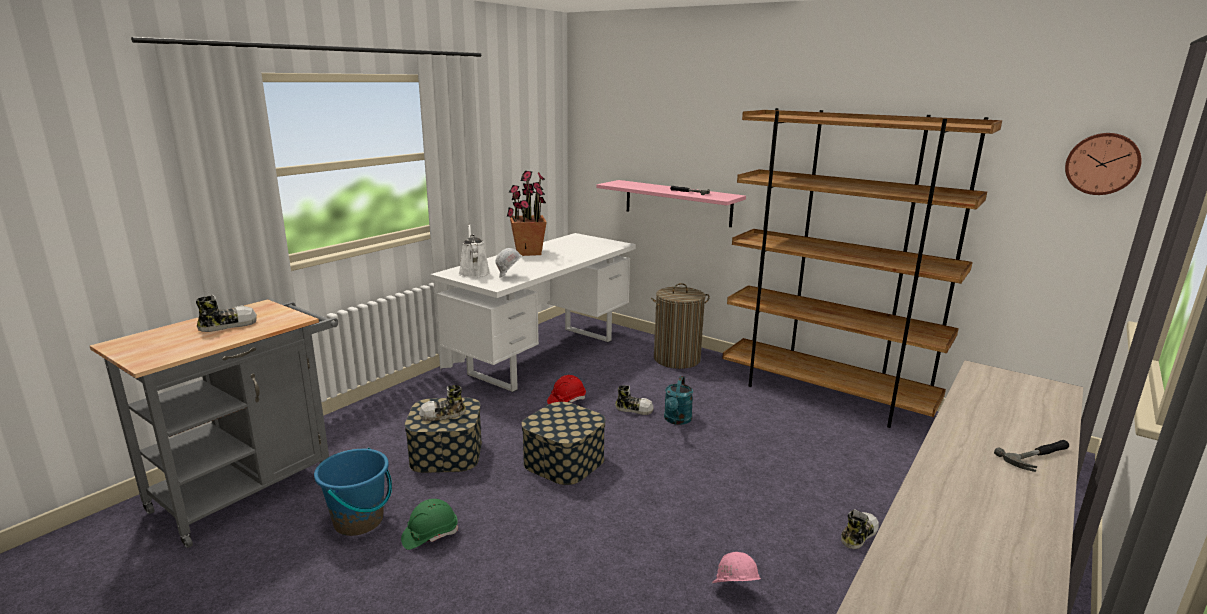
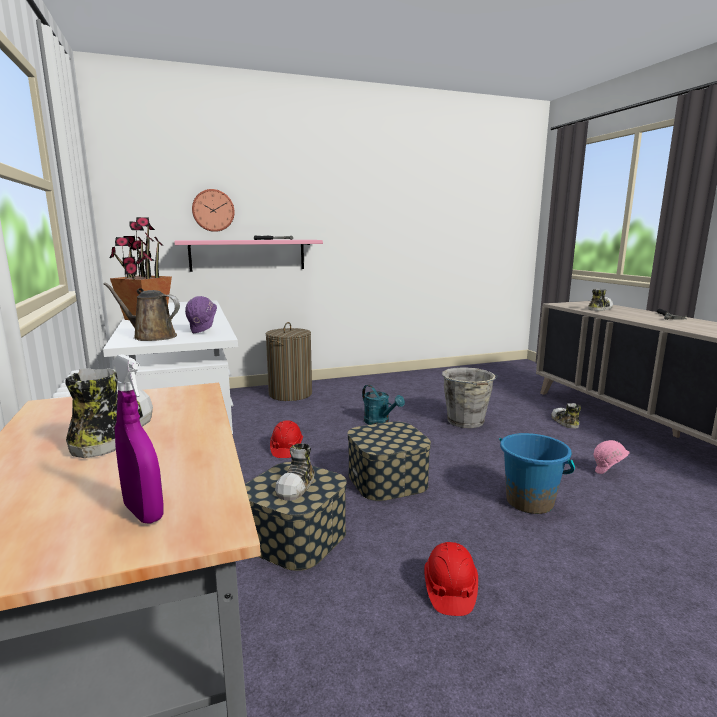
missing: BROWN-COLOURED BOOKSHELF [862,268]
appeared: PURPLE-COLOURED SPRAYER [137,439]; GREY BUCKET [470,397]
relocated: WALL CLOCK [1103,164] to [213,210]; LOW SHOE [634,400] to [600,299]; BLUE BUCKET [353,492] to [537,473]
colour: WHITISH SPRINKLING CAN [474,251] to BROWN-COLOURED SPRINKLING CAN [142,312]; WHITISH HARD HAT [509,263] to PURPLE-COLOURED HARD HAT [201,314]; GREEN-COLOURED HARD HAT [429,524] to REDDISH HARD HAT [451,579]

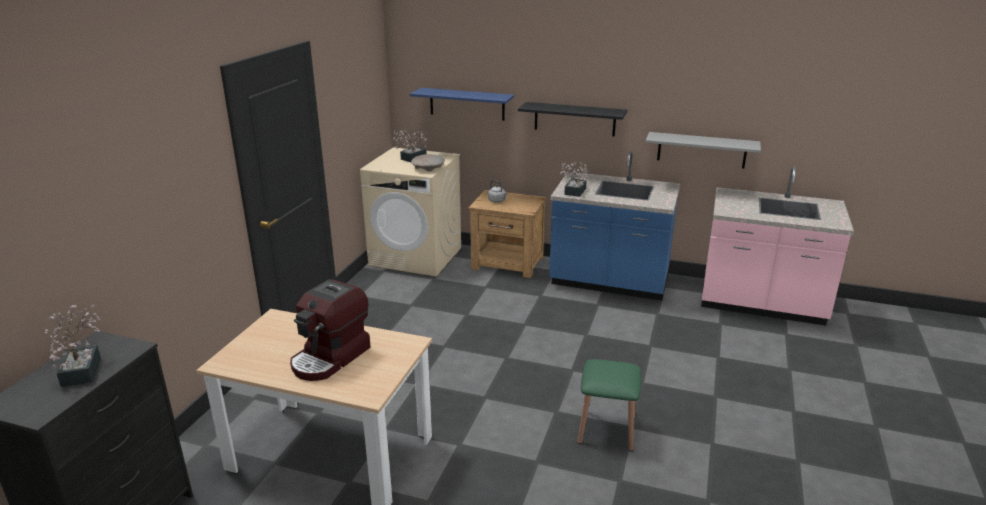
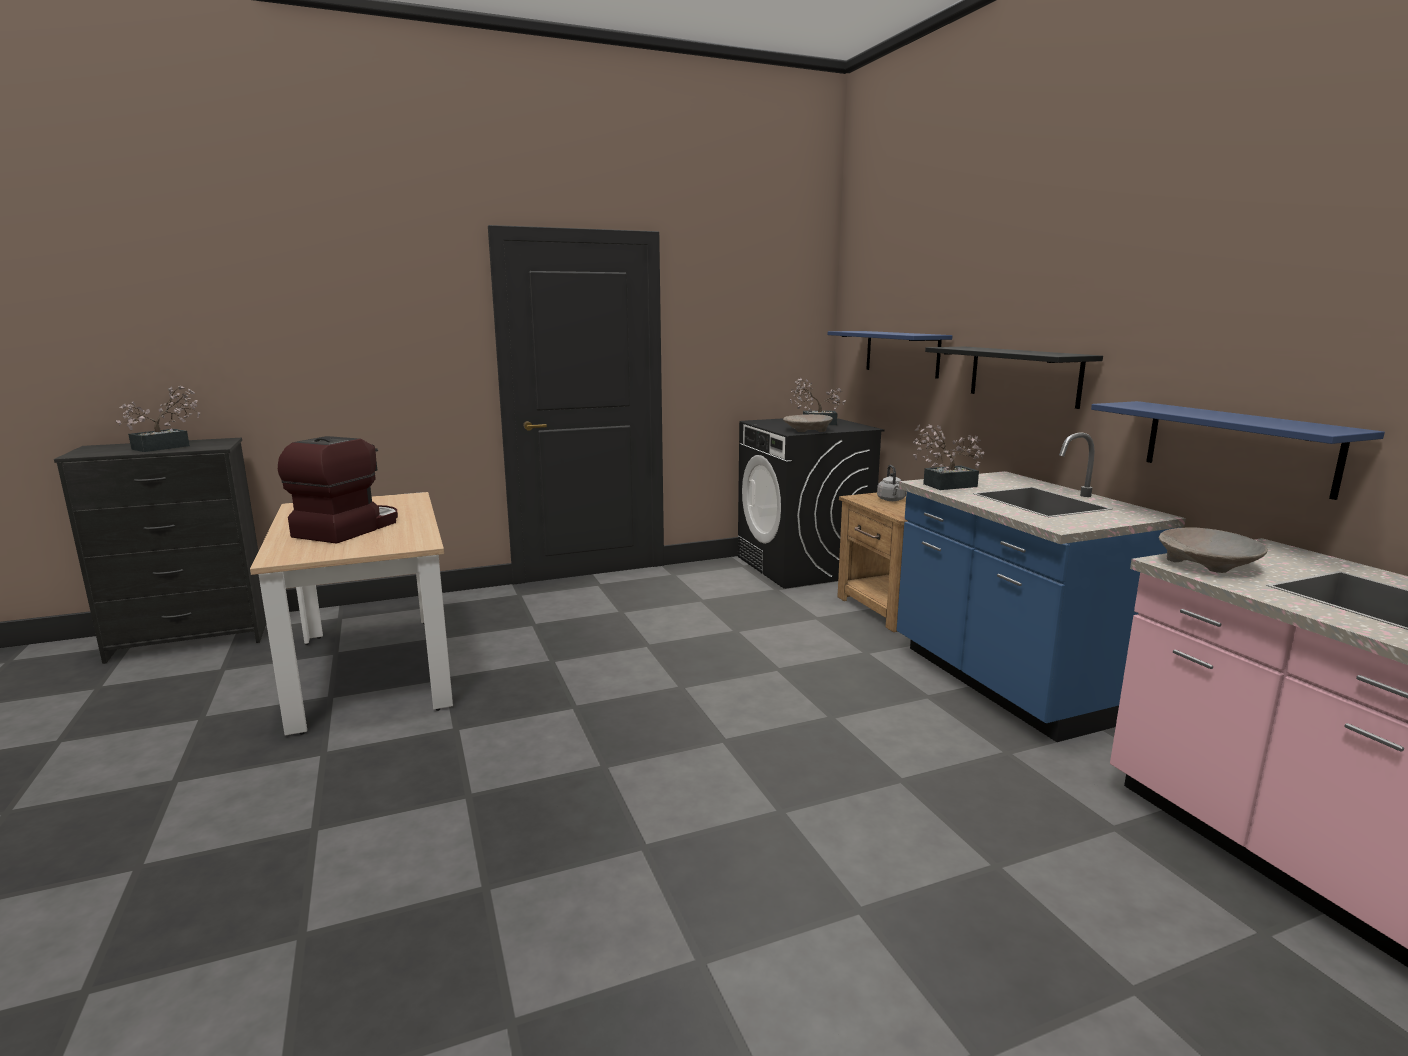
missing: GREEN-COLOURED SITTING STOOL [609,405]
appeared: BEIGE-COLOURED DEEP DISH [1213,550]
colour: GREY WALL SHELF [703,150] to BLUE WALL SHELF [1238,450]; BEIGE-COLOURED LAUNDRY APPLIANCE [410,211] to BLACK LAUNDRY APPLIANCE [811,503]
spun: COFFEE BREWER [330,330] = [338,490] 120 degrees clockwise

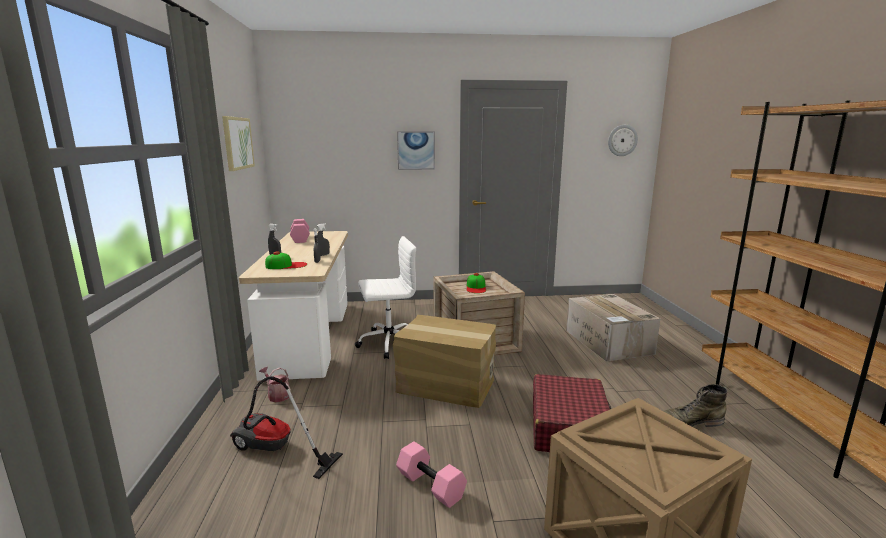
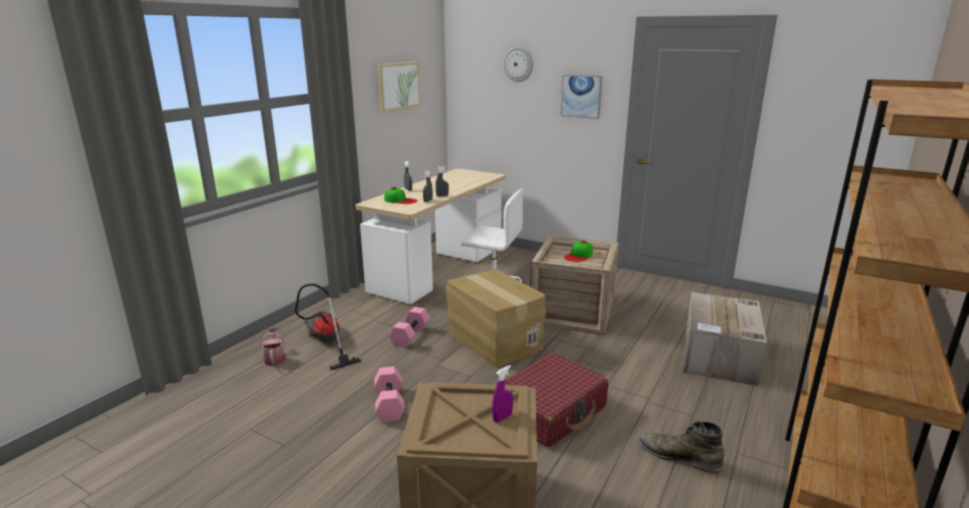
appeared: PURPLE-COLOURED SPRAYER [502,394]
relocated: WALL CLOCK [623,140] to [518,64]; PINKISH DUMBBELL [300,231] to [409,327]; SPRINKLING CAN [275,384] to [273,347]

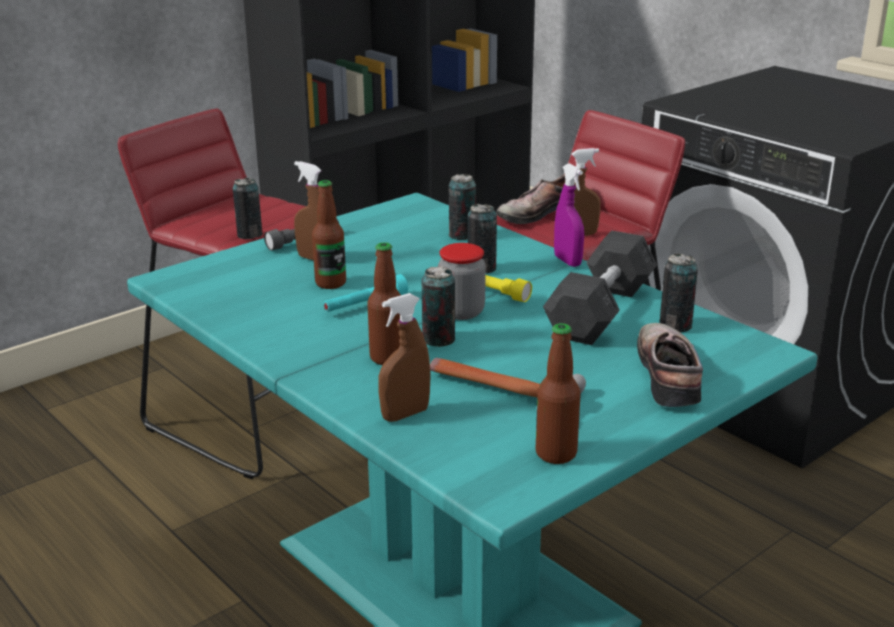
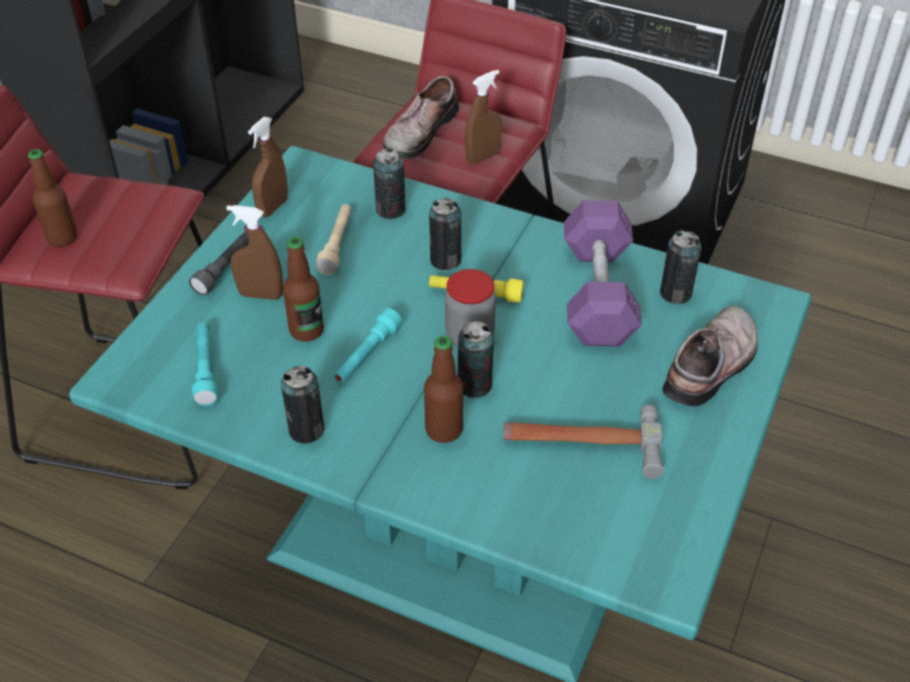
missing: PURPLE-COLOURED SPRAYER [569,215]
appeared: BEIGE-COLOURED TORCH [333,239]; TURQUOISE-COLOURED TORCH [205,364]
relocated: CAN [247,208] to [302,405]; BROWN-COLOURED SPRAYER [404,357] to [268,167]; BEVERAGE BOTTLE [558,393] to [52,198]
colour: GREY DUMBBELL [600,288] to PURPLE-COLOURED DUMBBELL [603,273]
spun: LOW SHOE [670,365] = [710,356] 60 degrees clockwise

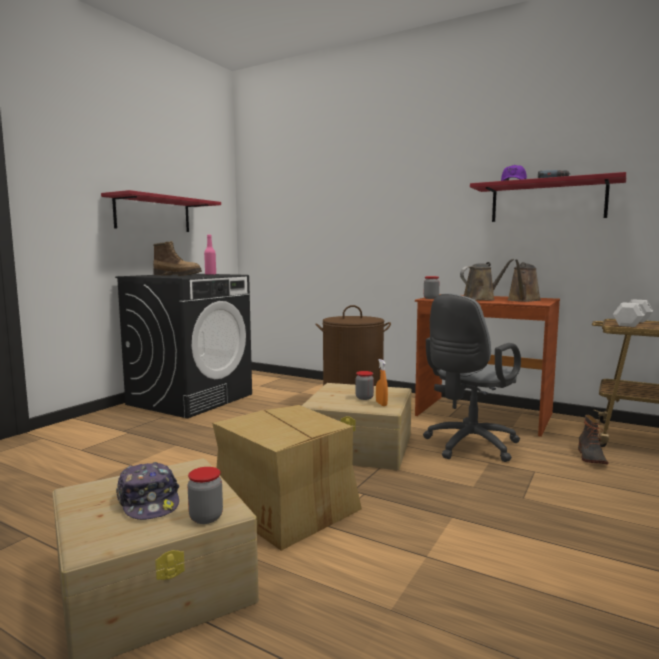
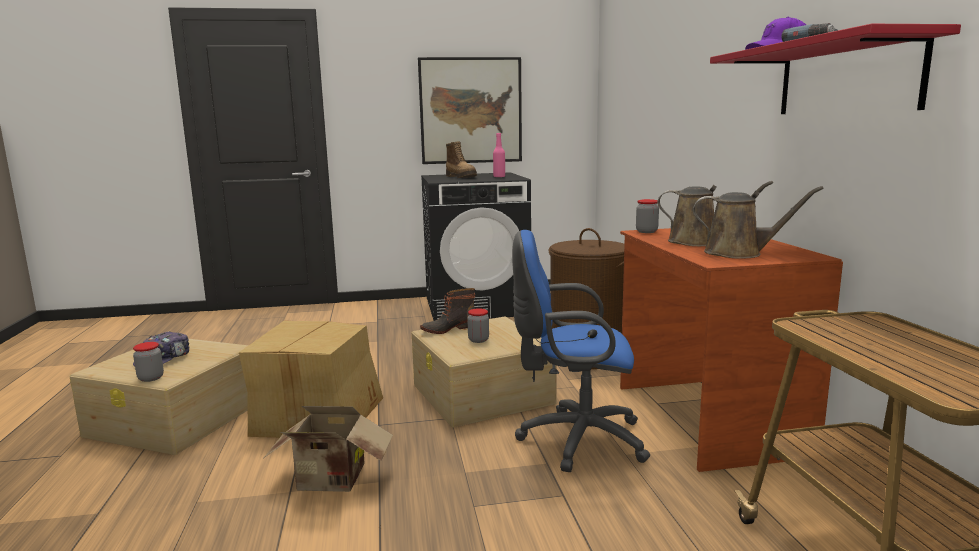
missing: WHITISH DUMBBELL [633,313]; ORANGE-COLOURED SPRAYER [382,382]
appeared: CARDBOARD BOX [328,449]
relocated: BOOT [593,439] to [447,311]
exchanged: REDDISH WALL SHELF [161,211] to WALL ART [470,110]
colour: GREY OFFICE CHAIR [472,377] to BLUE OFFICE CHAIR [581,351]
spun: BROWN-COLOURED SPRINKLING CAN [524,280] = [758,222] 150 degrees counterclockwise

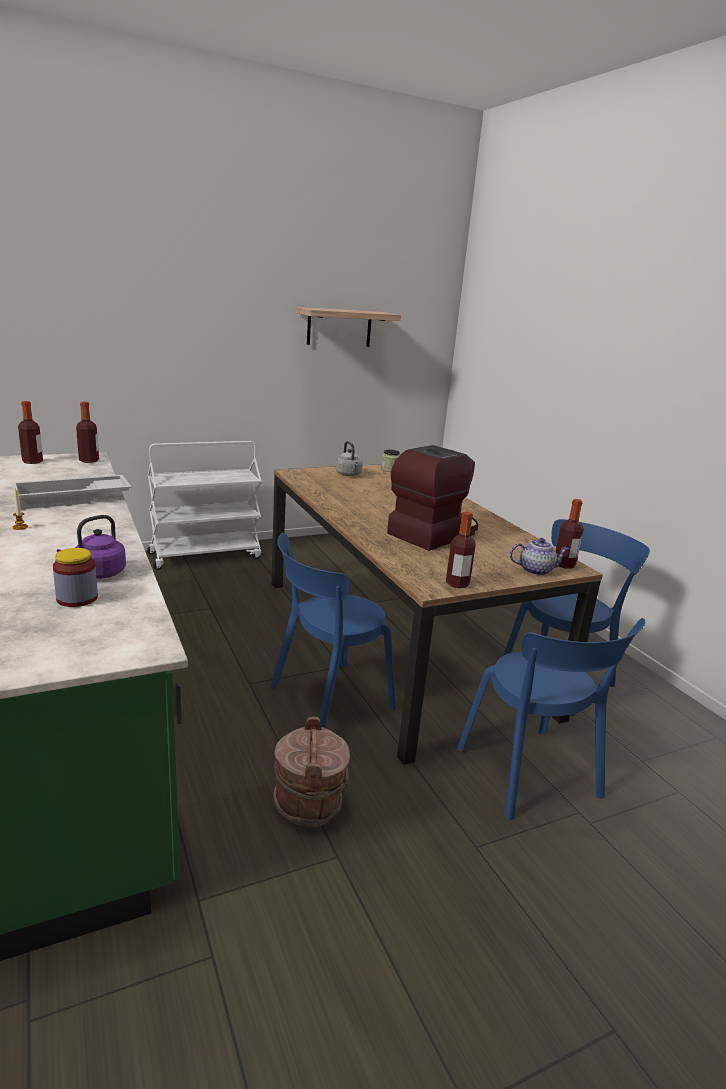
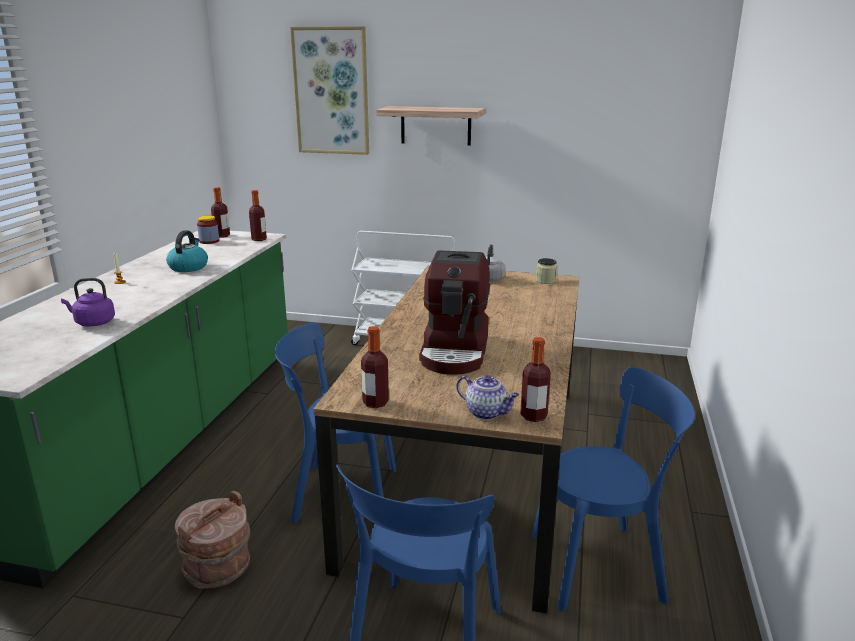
appeared: WALL ART [329,90]
relocated: WALL SHELF [348,327] to [430,126]; PRESERVE JAR [75,577] to [208,230]
exchanged: WHITISH TRAY [72,492] to KETTLE [187,251]
spun: COFFEE BREWER [432,498] = [454,312] 105 degrees clockwise

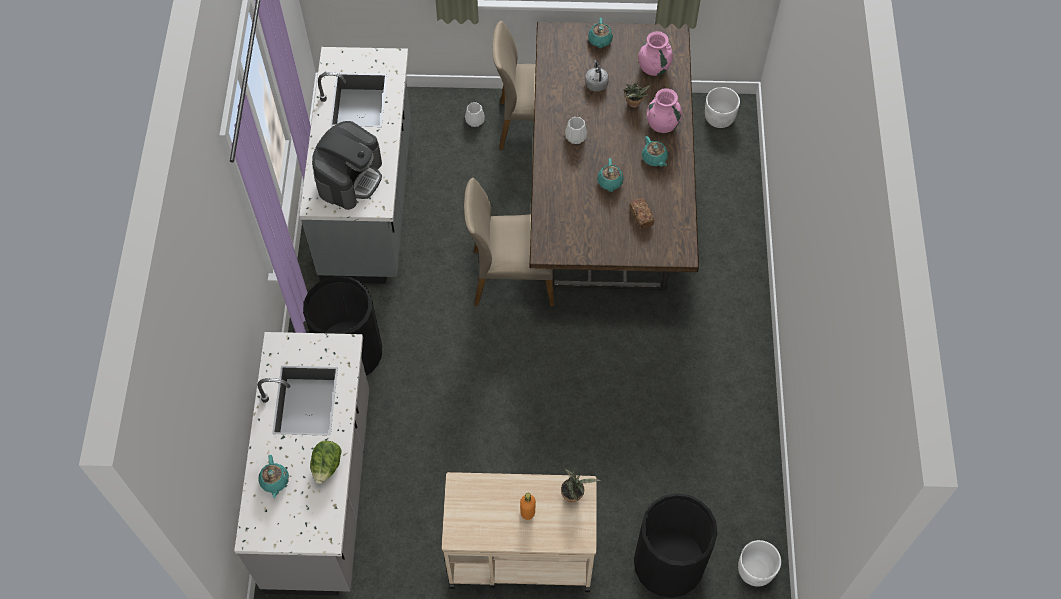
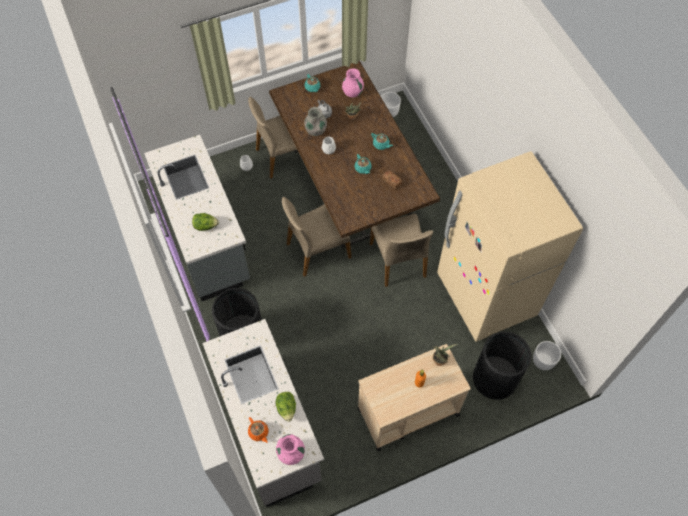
appeared: GREY DECORATIVE VASE [315,121]; BEIGE-COLOURED KITCHEN FRIDGE [510,246]; BEIGE-COLOURED PLAIN CHAIR [401,250]
relocated: PINKISH DECORATIVE VASE [664,110] to [290,449]
exchanged: COFFEE BREWER [347,165] to LETTUCE [205,222]
colour: TURQUOISE-COLOURED POT FOR TEA [273,476] to ORANGE-COLOURED POT FOR TEA [258,430]

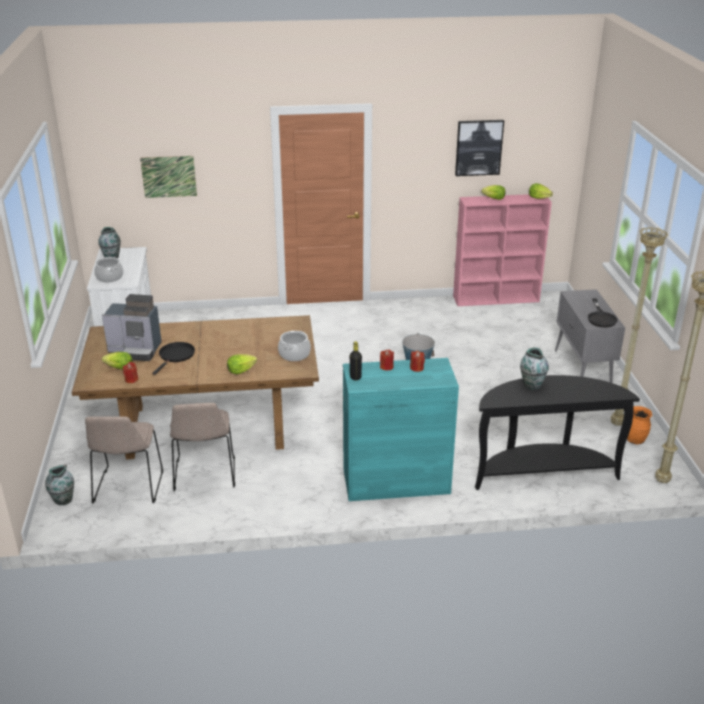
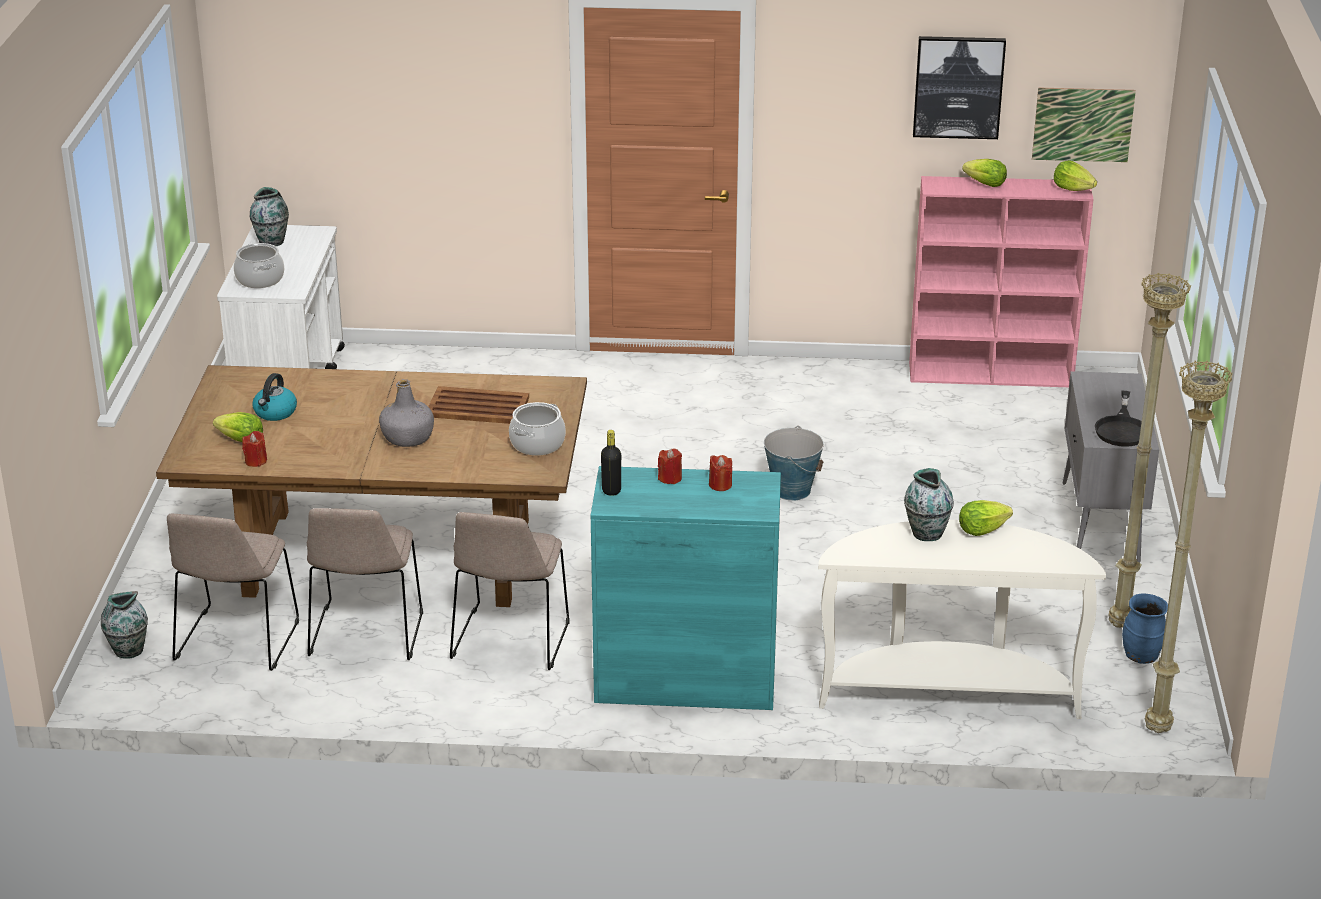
missing: BLACK SKILLET [173,358]
appeared: GREY BEVERAGE BOTTLE [406,413]; BROWN-COLOURED TRAY [478,405]; BEIGE-COLOURED PLAIN CHAIR [510,591]
relocated: WALL ART [168,177] to [1084,124]; LETTUCE [242,364] to [986,518]
exchanged: COFFEE BREWER [132,327] to KETTLE [274,397]
colour: BLACK HALL TABLE [557,432] to WHITISH HALL TABLE [962,619]; ORANGE-COLOURED DECORATIVE VASE [639,425] to BLUE DECORATIVE VASE [1145,628]

